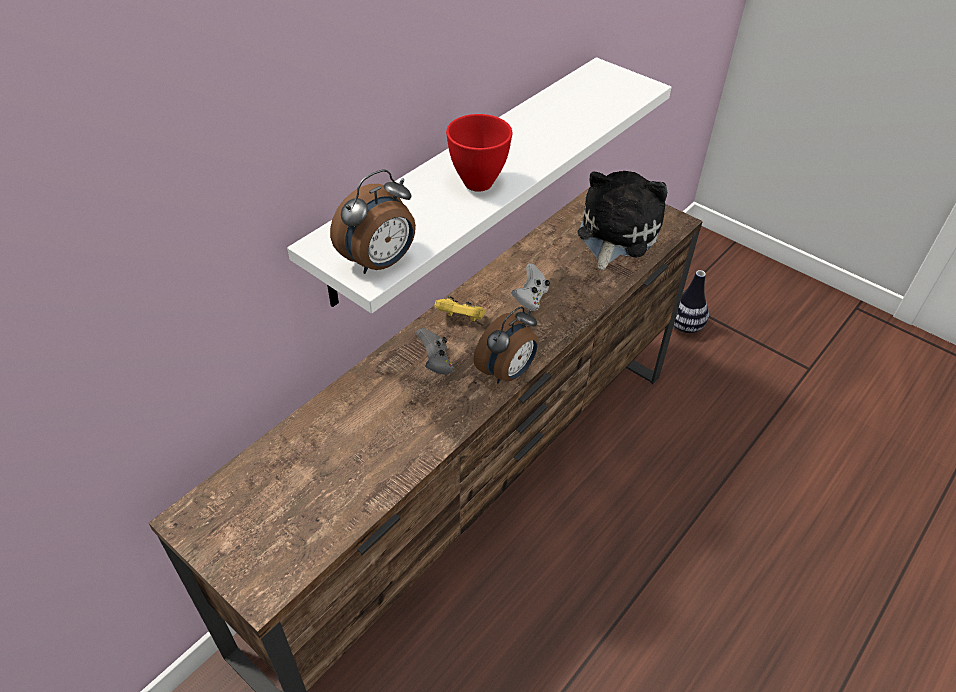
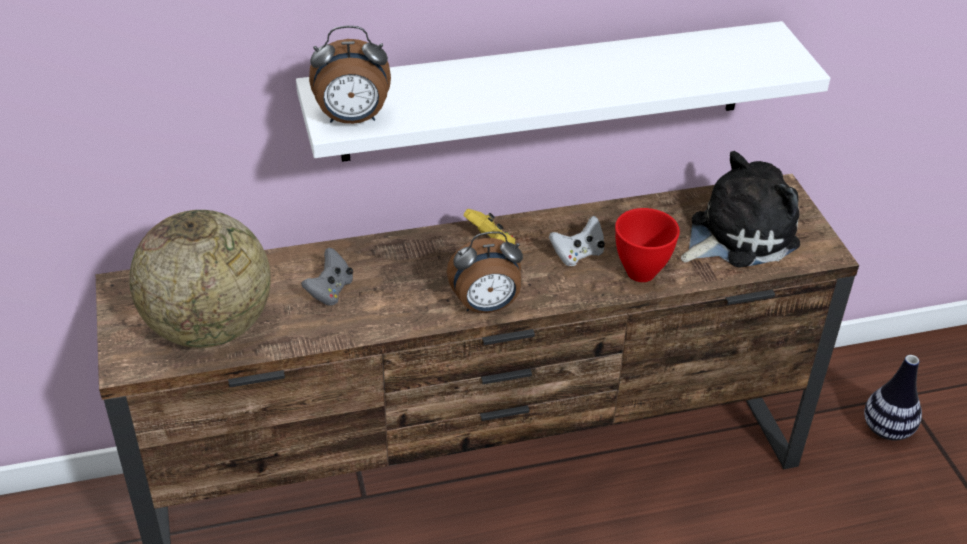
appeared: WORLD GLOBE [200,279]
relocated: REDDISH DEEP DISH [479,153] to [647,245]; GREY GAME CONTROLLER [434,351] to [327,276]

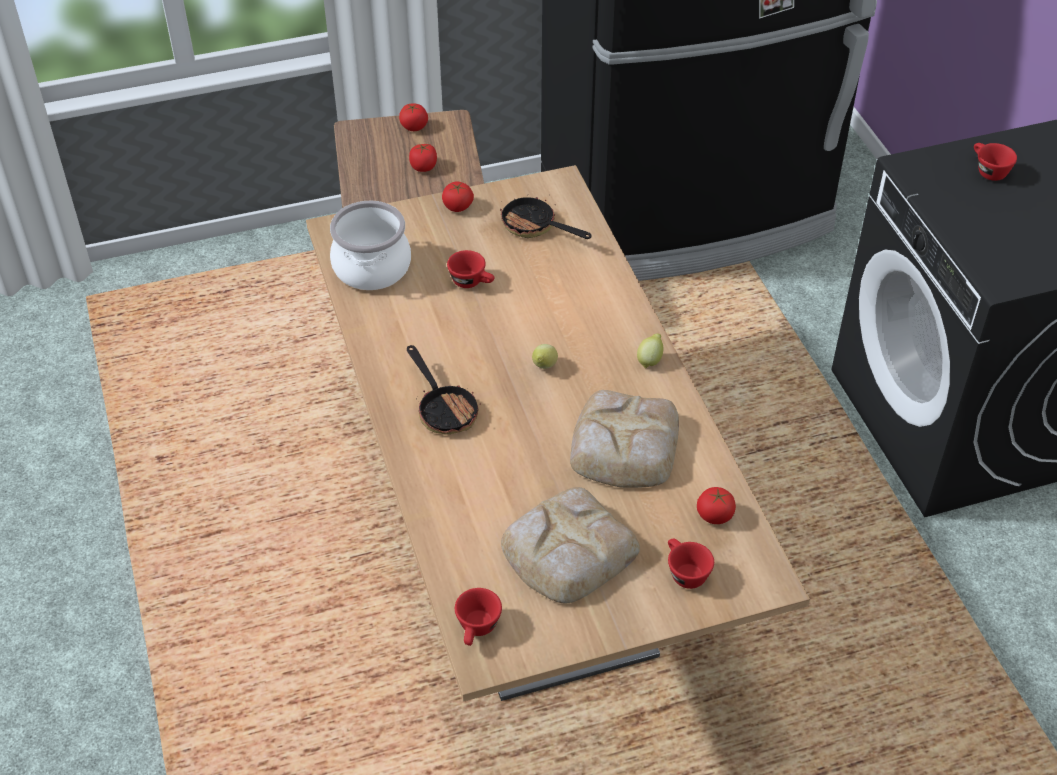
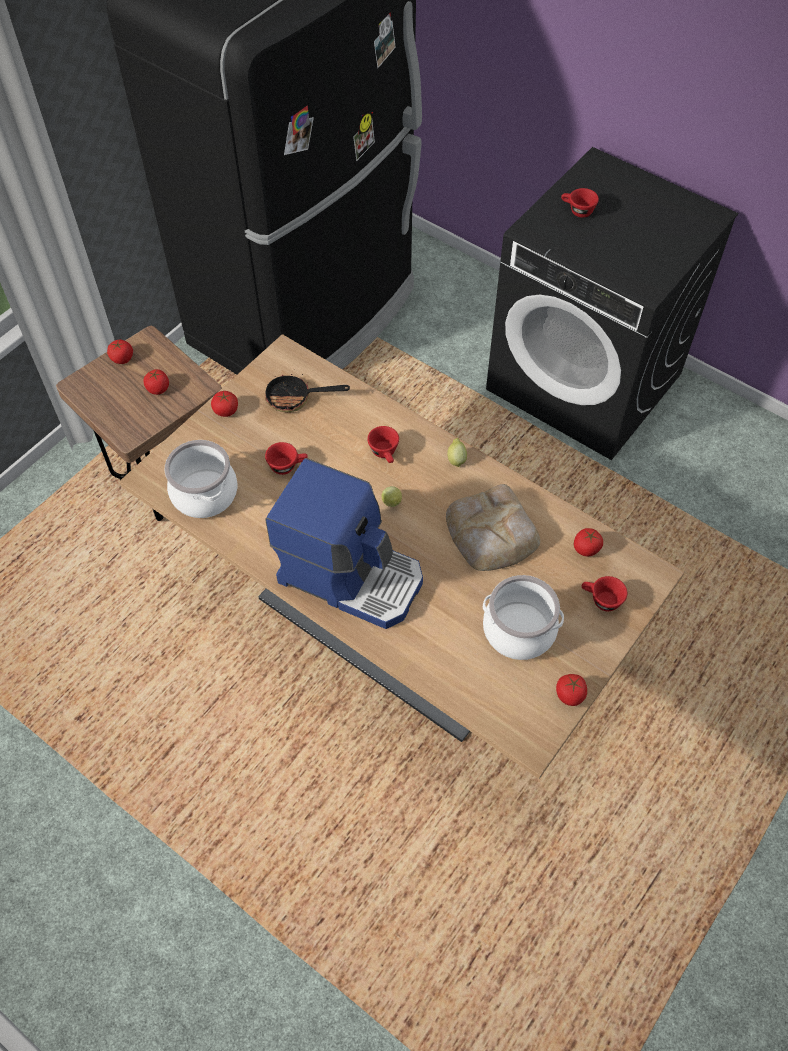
appeared: WHOLE TOMATO [571,690]
relocated: REDDISH SMALL CUP [478,617] to [383,444]
exchanged: SKILLET [444,390] to COFFEE BREWER [344,543]; BAKED BREAD [570,545] to COOKING POT [523,617]

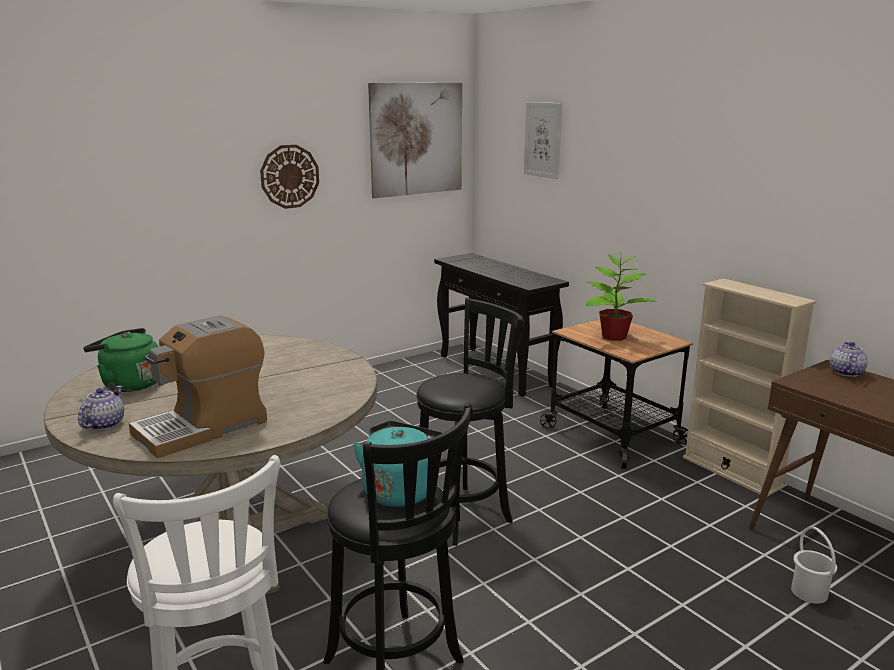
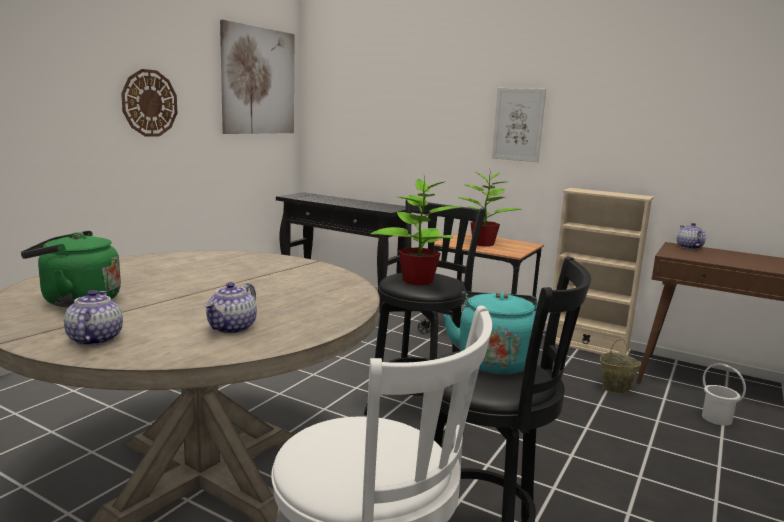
appeared: HOUSEPLANT [417,230]; BEIGE-COLOURED BUCKET [620,367]
relocated: WALL ART [543,140] to [519,125]
exchanged: COFFEE BREWER [198,386] to POT FOR TEA [230,308]

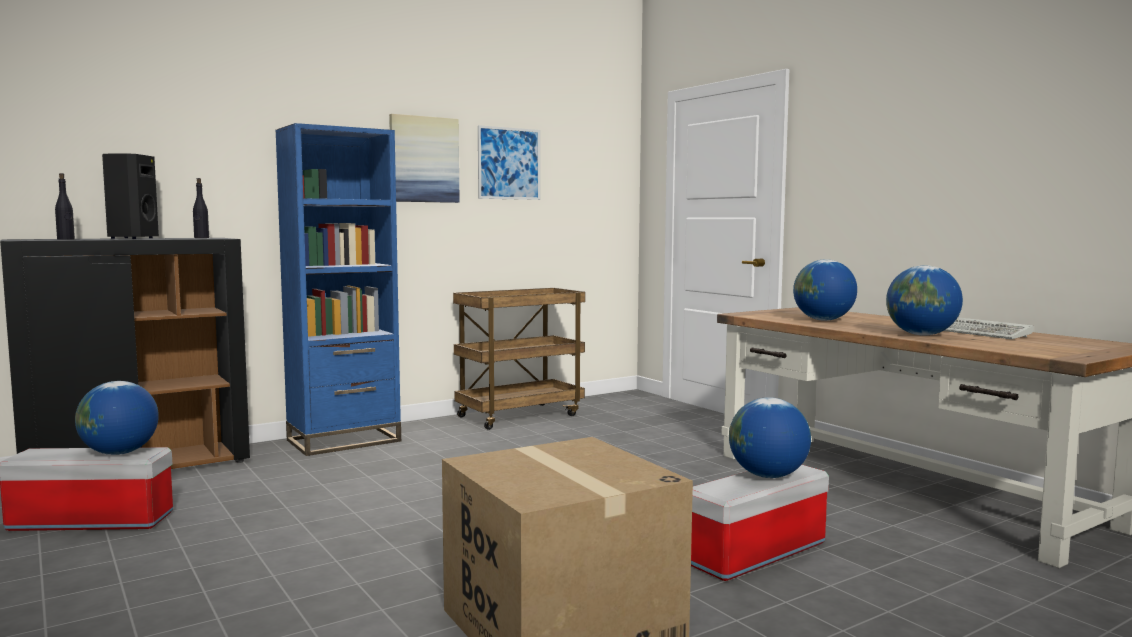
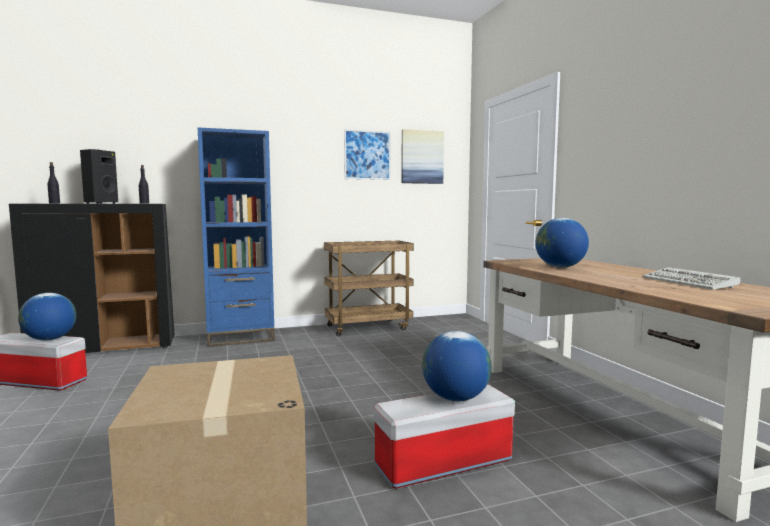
missing: WORLD GLOBE [924,300]
relocated: WALL ART [424,158] to [422,156]

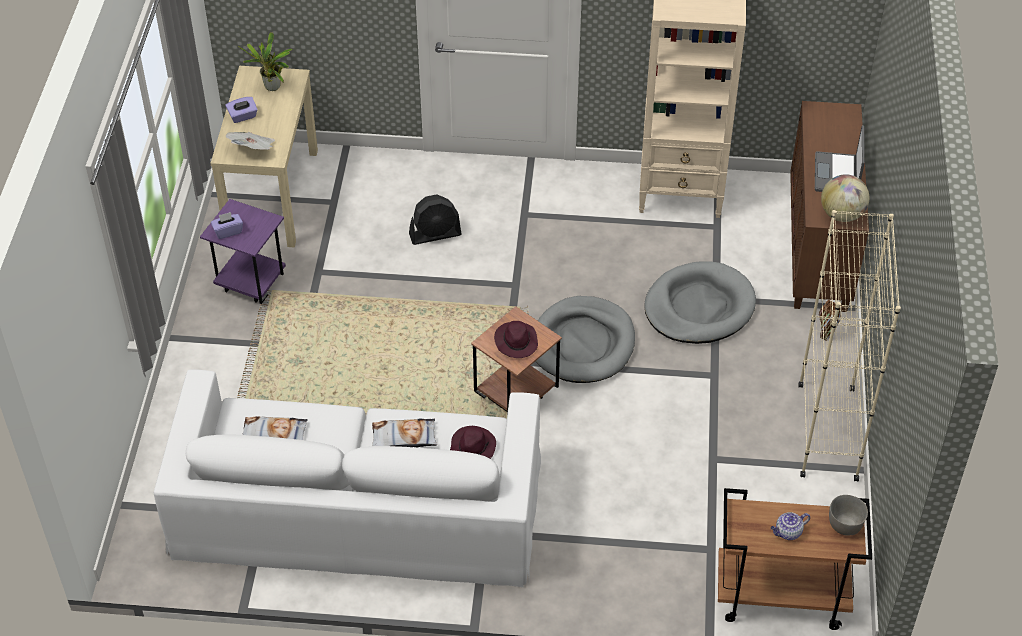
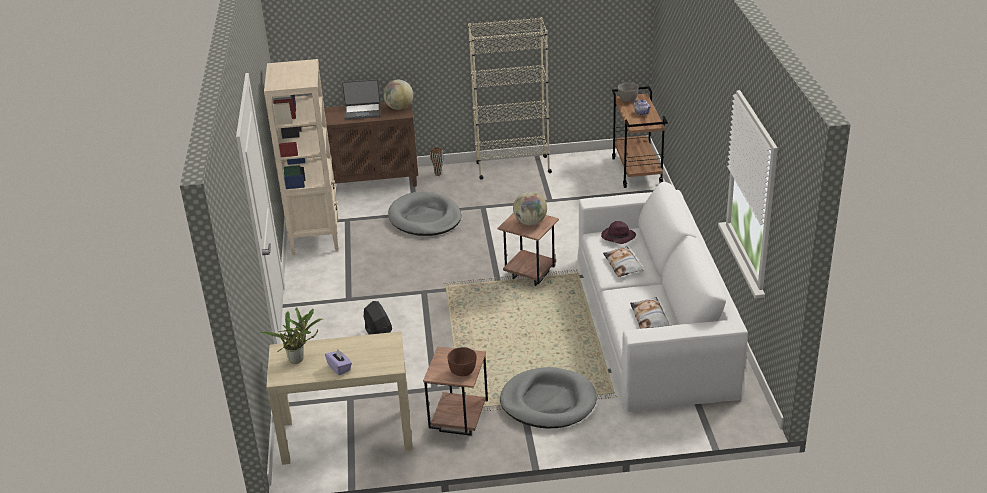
missing: PRINTED PAPER [250,141]
relocated: GREY DOG BED [585,339] to [548,398]
exchanged: PURPLE-COLOURED BOX OF TISSUES [227,225] to BROWN-COLOURED DEEP DISH [462,361]; PURPLE-COLOURED WEARABLE HAT [516,339] to WORLD GLOBE [530,208]
colour: PURPLE-COLOURED SIDE TABLE [243,251] to BROWN-COLOURED SIDE TABLE [455,391]

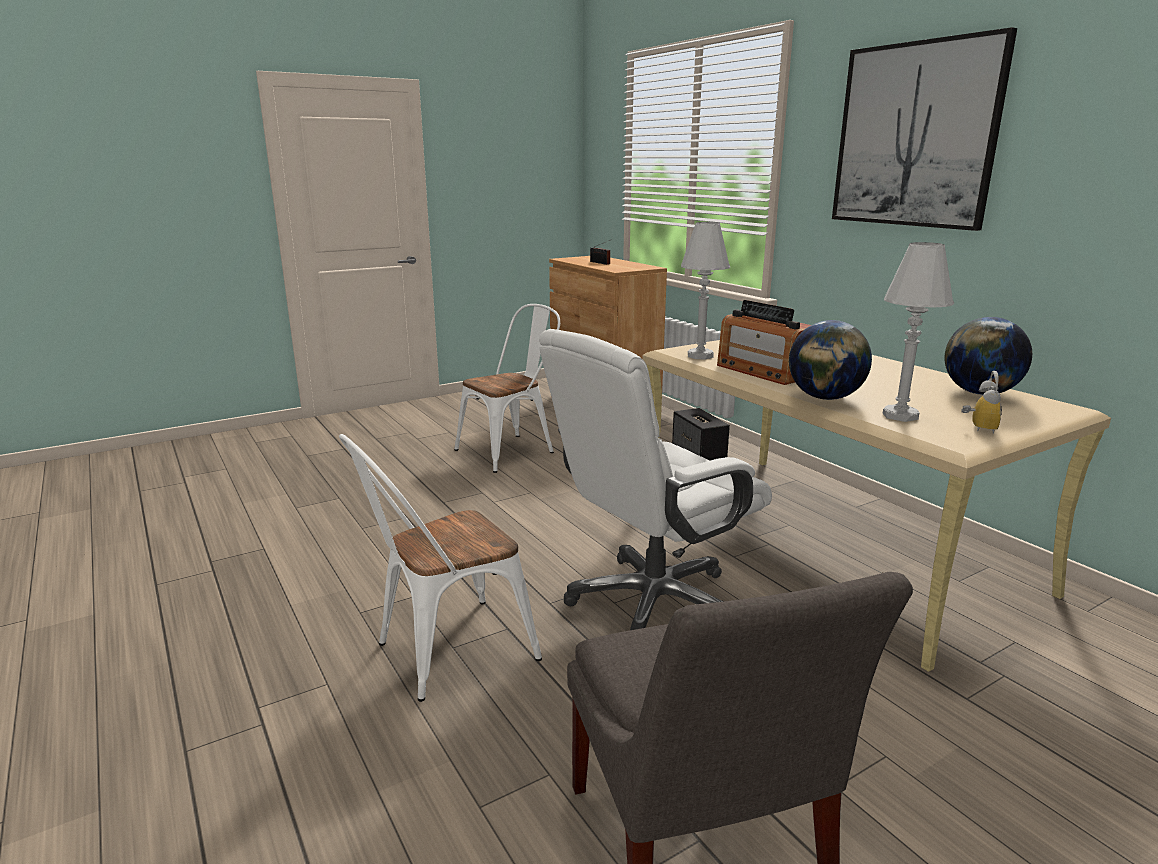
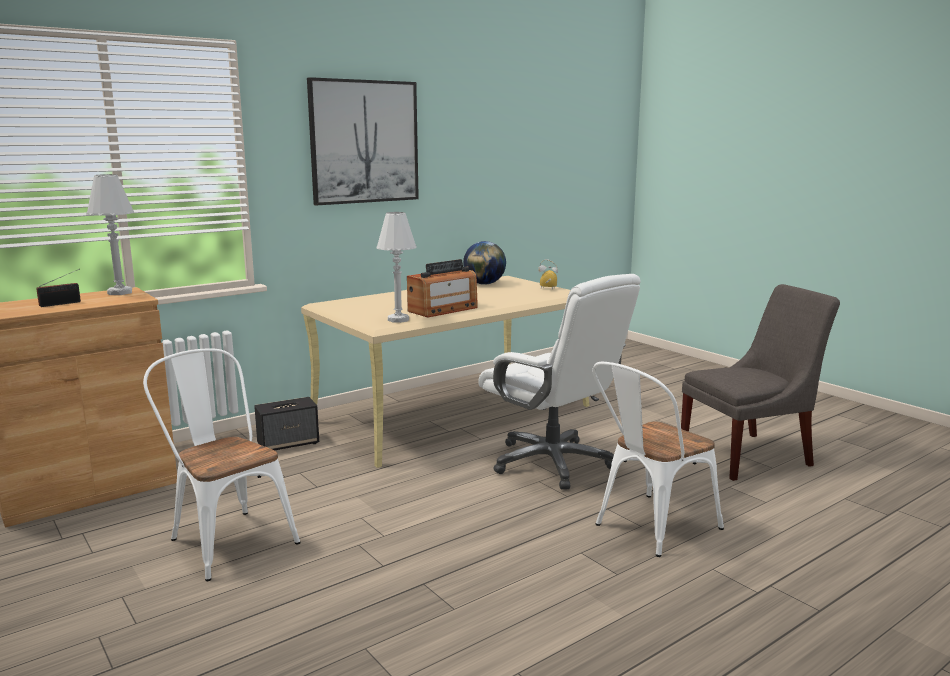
missing: WORLD GLOBE [830,360]
relocated: WHITISH TABLE LAMP [918,332] to [110,234]
spun: WHITISH PLAIN CHAIR [440,568] = [658,459] 90 degrees clockwise

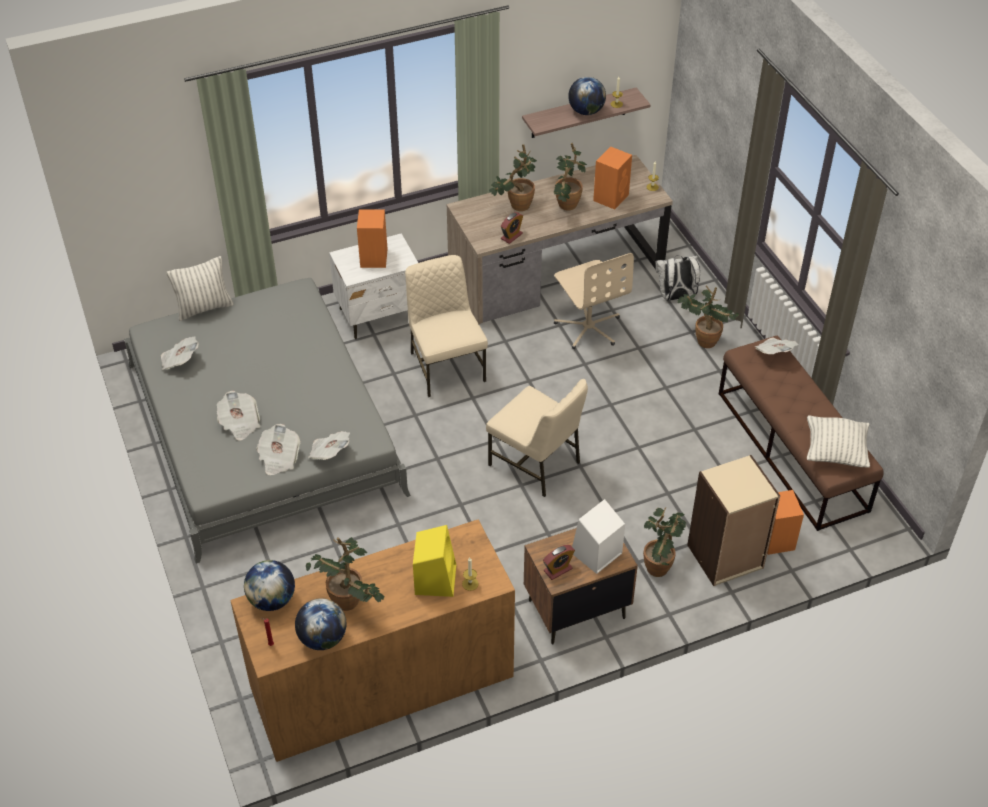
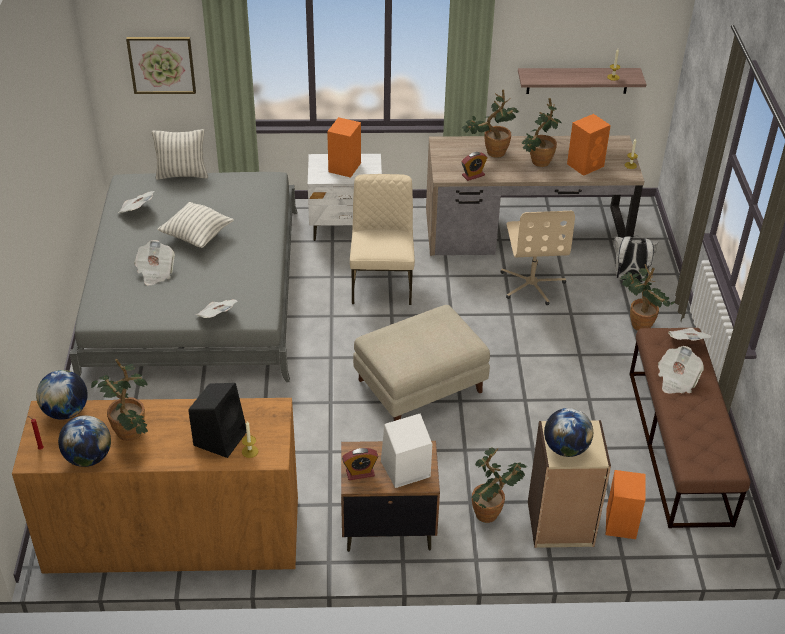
appeared: WALL ART [161,65]
relocated: WORLD GLOBE [587,96] to [568,432]; PILLOW [838,441] to [195,225]; PRINTED PAPER [278,449] to [681,370]
exchanged: BEIGE-COLOURED PLAIN CHAIR [537,438] to BEIGE-COLOURED POUFFE [421,363]
colour: YELLOW LOUDSPEAKER [434,561] to BLACK LOUDSPEAKER [217,420]

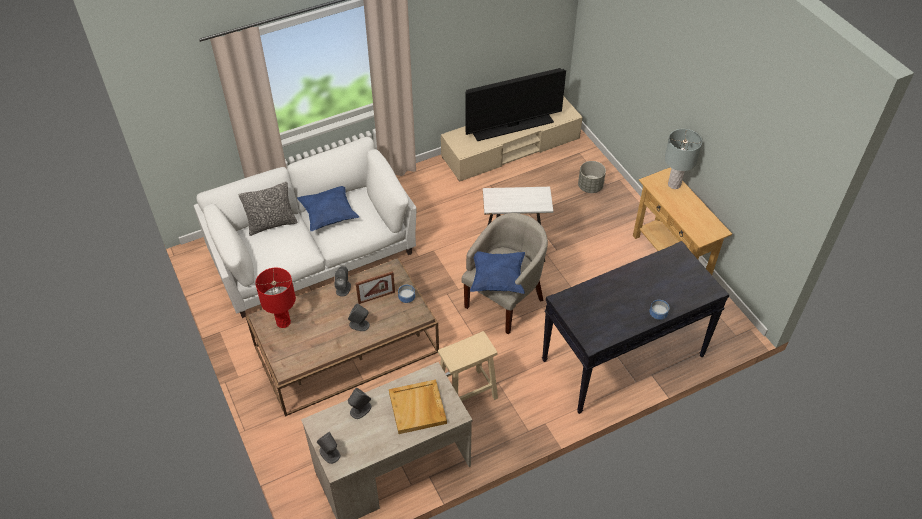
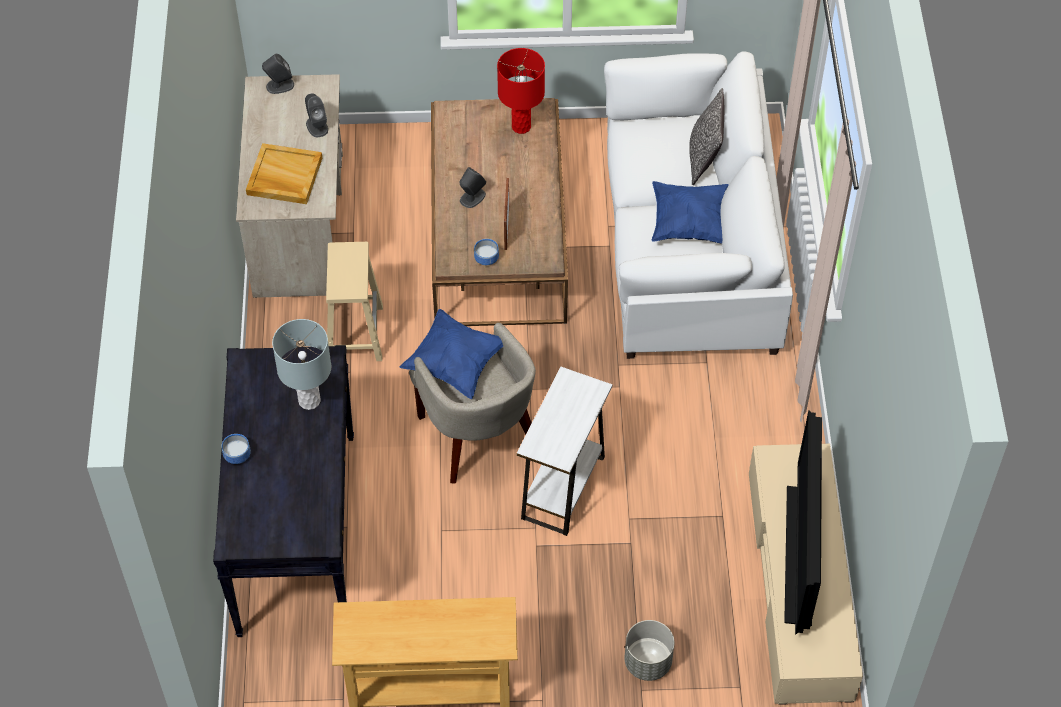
missing: GREY LOUDSPEAKER [343,281]
relocated: GREY TABLE LAMP [683,159] to [301,364]

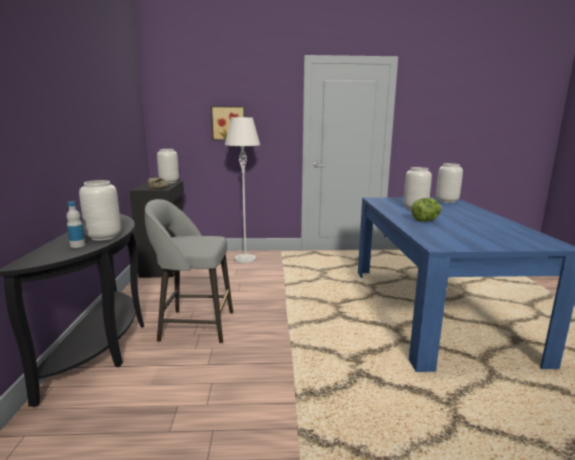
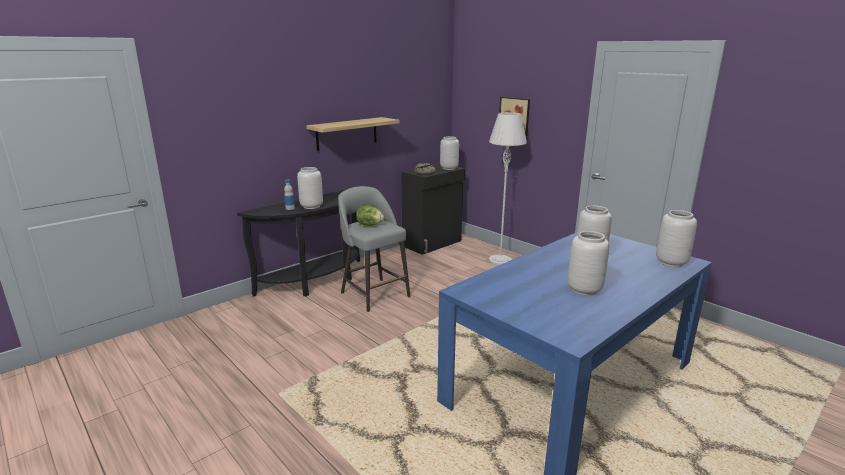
appeared: WALL SHELF [353,134]; GREY DECORATIVE VASE [589,263]
relocated: LETTUCE [426,210] to [370,215]

